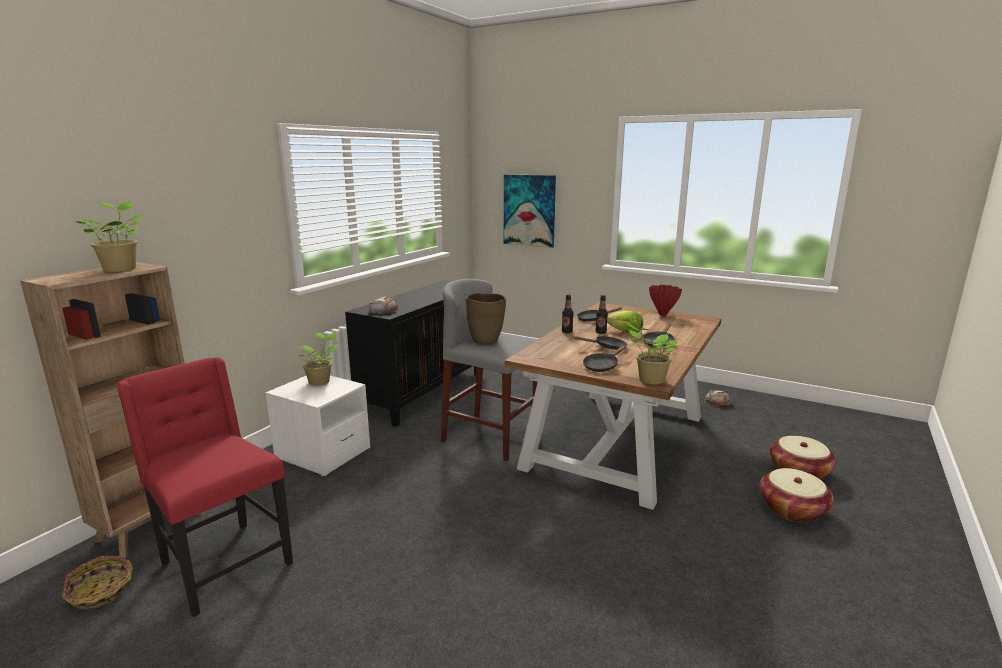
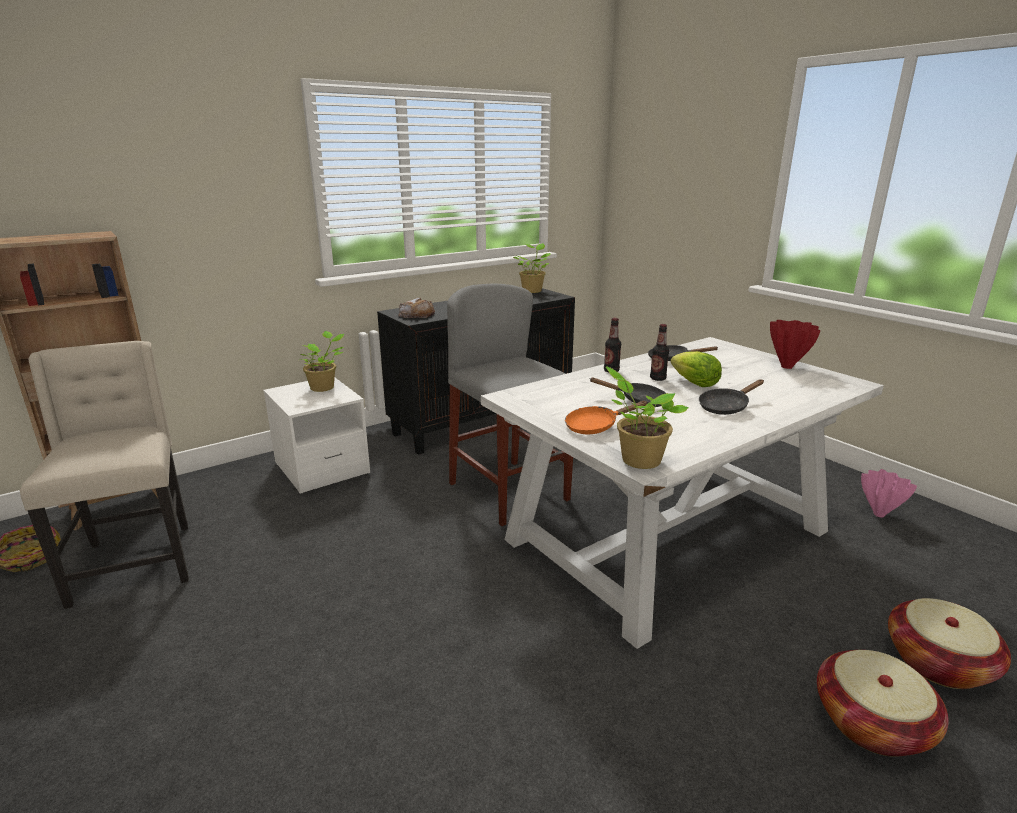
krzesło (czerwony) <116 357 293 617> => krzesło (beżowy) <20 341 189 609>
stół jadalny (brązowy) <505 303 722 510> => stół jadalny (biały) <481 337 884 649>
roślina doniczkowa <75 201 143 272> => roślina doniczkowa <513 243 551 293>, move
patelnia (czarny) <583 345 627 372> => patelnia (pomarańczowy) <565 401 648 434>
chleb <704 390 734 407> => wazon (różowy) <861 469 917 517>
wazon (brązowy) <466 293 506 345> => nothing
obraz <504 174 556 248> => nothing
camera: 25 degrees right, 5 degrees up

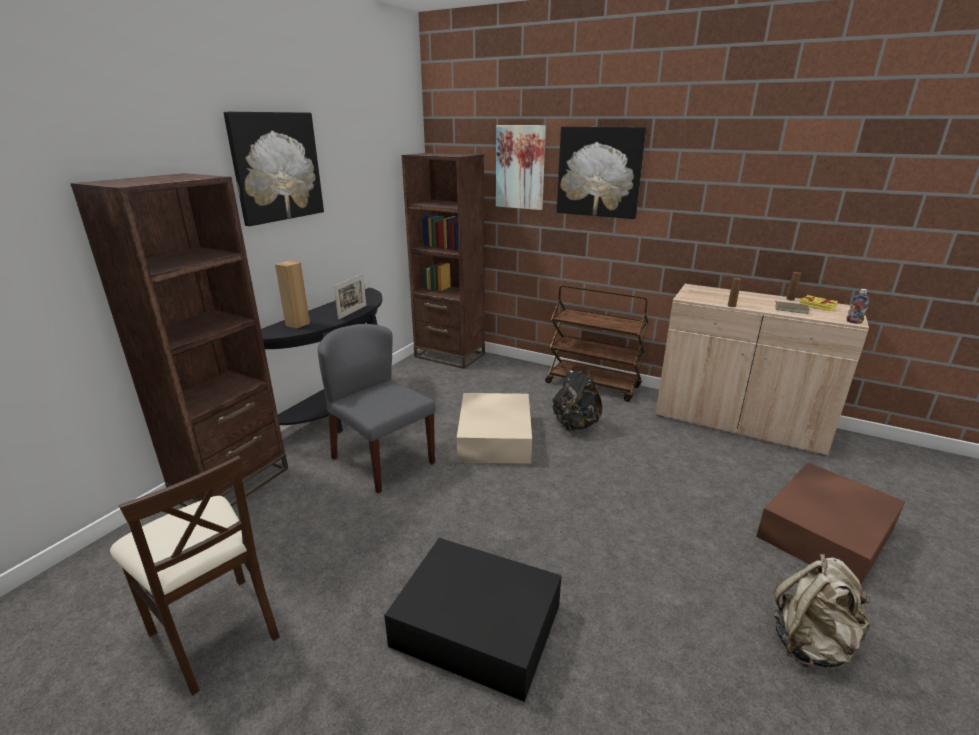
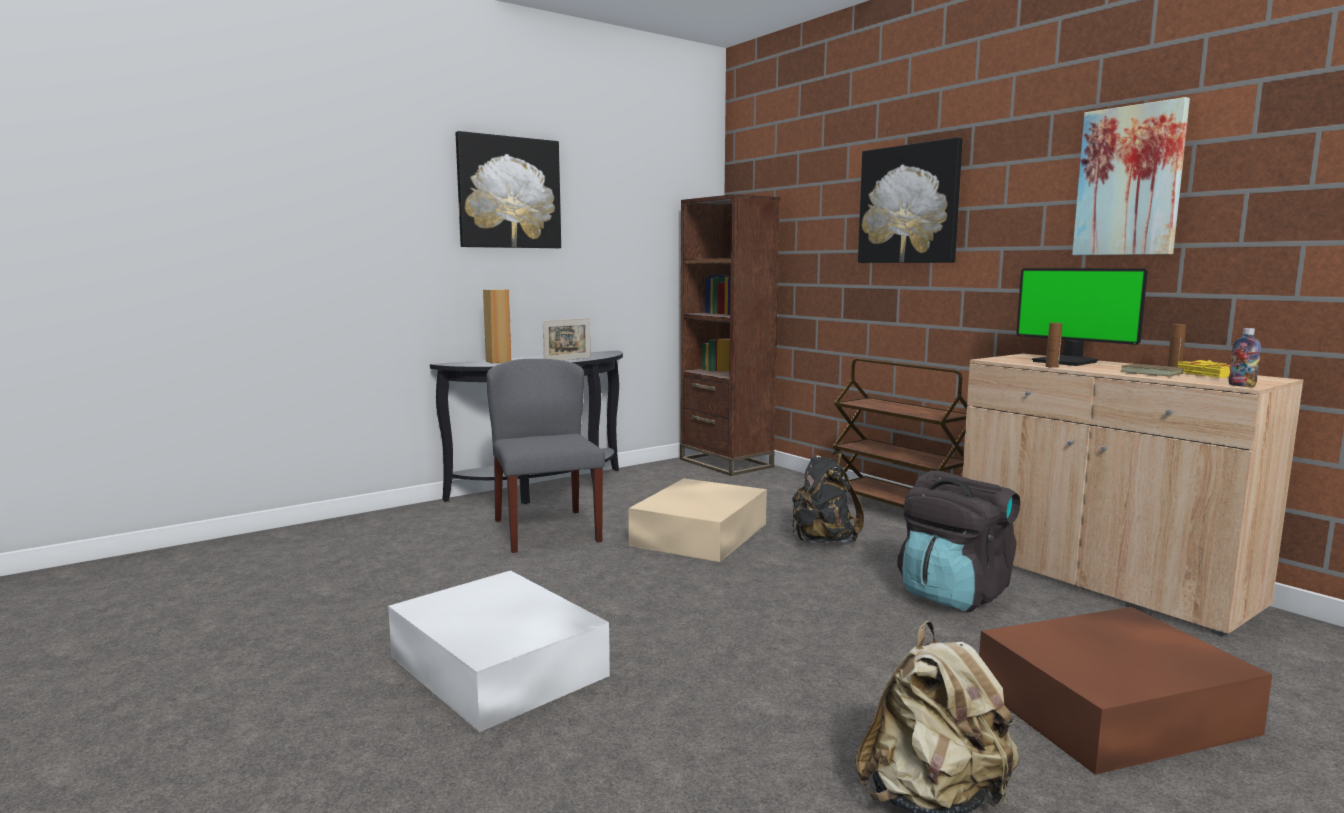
pojemnik do przechowywania (czarny) <384 538 562 702> => pojemnik do przechowywania (biały) <388 570 610 732>
nothing => plecak (czarny) <897 470 1020 612>
nothing => monitor <1016 268 1148 366>
obraz <496 125 546 210> => obraz <1072 97 1190 255>, move
regał (brązowy) <70 173 288 507> => nothing
krzesło (beżowy) <110 455 280 696> => nothing
camera: 25 degrees right, 15 degrees down

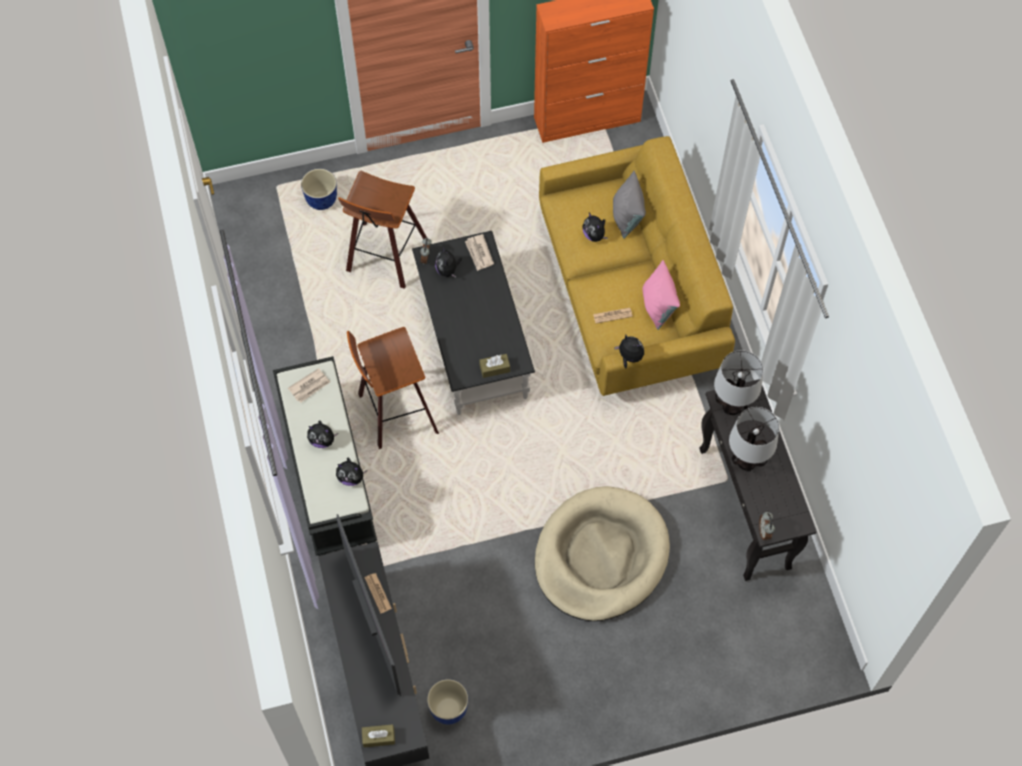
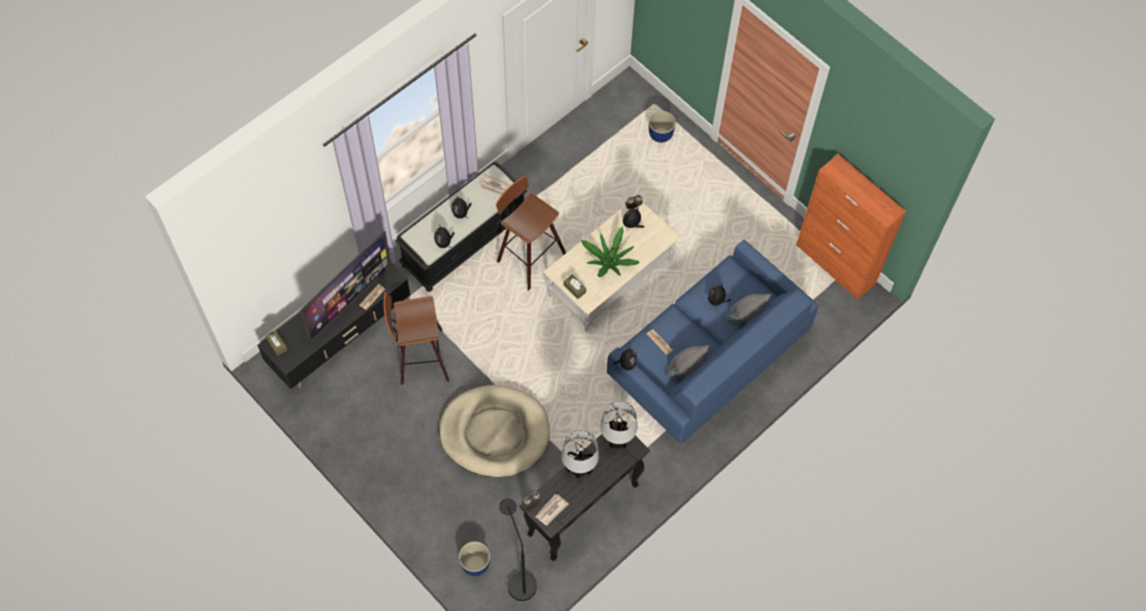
stołek <338 171 427 289> => stołek <384 292 449 385>, move
donica <427 679 468 725> => donica <459 541 490 576>, move
nothing => lampa stojąca (czarny) <499 498 537 601>
gazeta <465 234 494 271> => gazeta <535 494 569 525>, move
ława (czarny) <412 231 535 415> => ława (beżowy) <543 202 681 332>
nothing => roślina doniczkowa <581 226 640 277>
kanapa (żółty) <539 136 735 396> => kanapa (niebieski) <607 240 818 444>
poduszka (różowy) <642 260 680 330> => poduszka (szary) <666 345 709 377>
camera: 60 degrees right, 0 degrees up

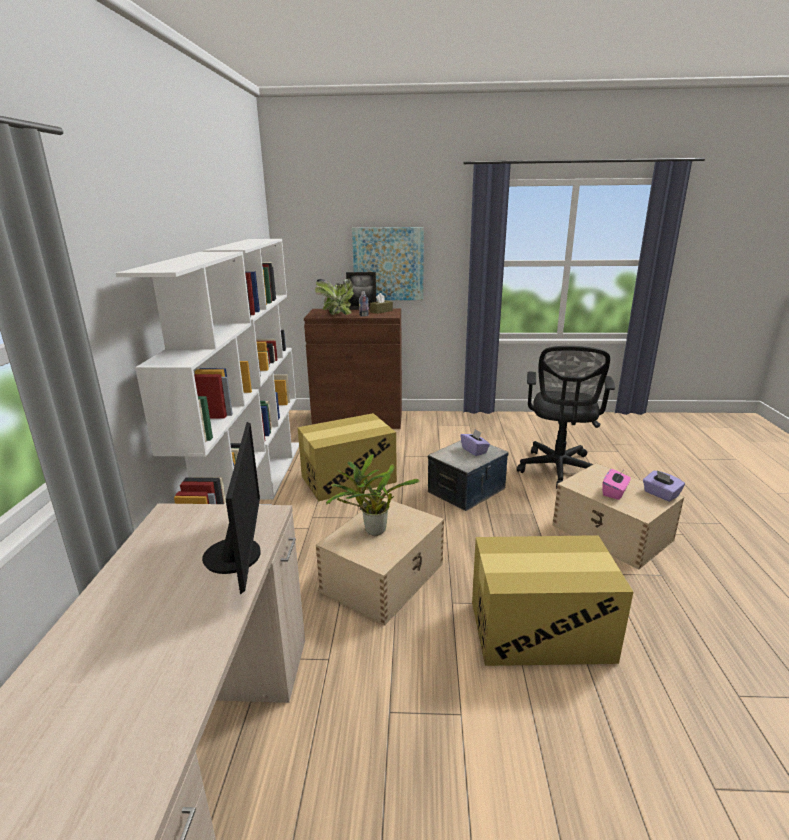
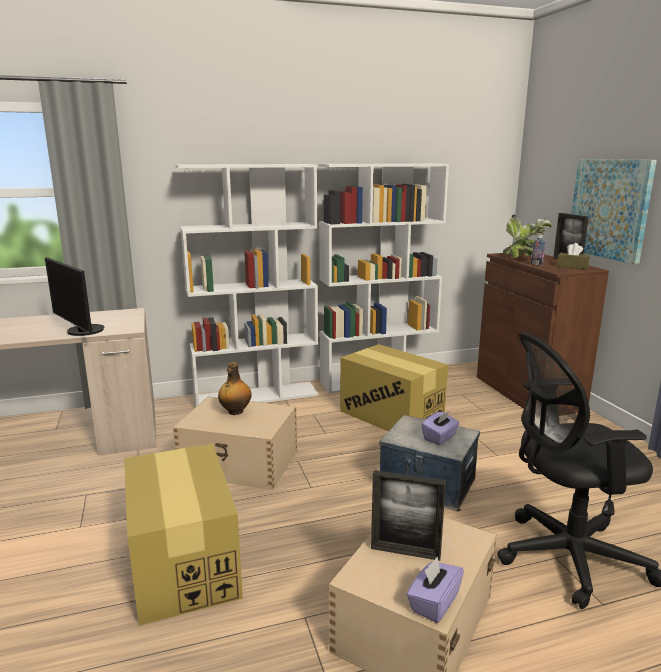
monitor <202 422 261 594> => monitor <45 257 104 336>, 75 degrees clockwise
roślina doniczkowa <326 454 420 536> => butelka <218 362 252 415>
pudełko chusteczek (różowy) <602 469 631 500> => ramka na zdjęcie <371 470 446 561>
camera: 70 degrees right, 5 degrees down

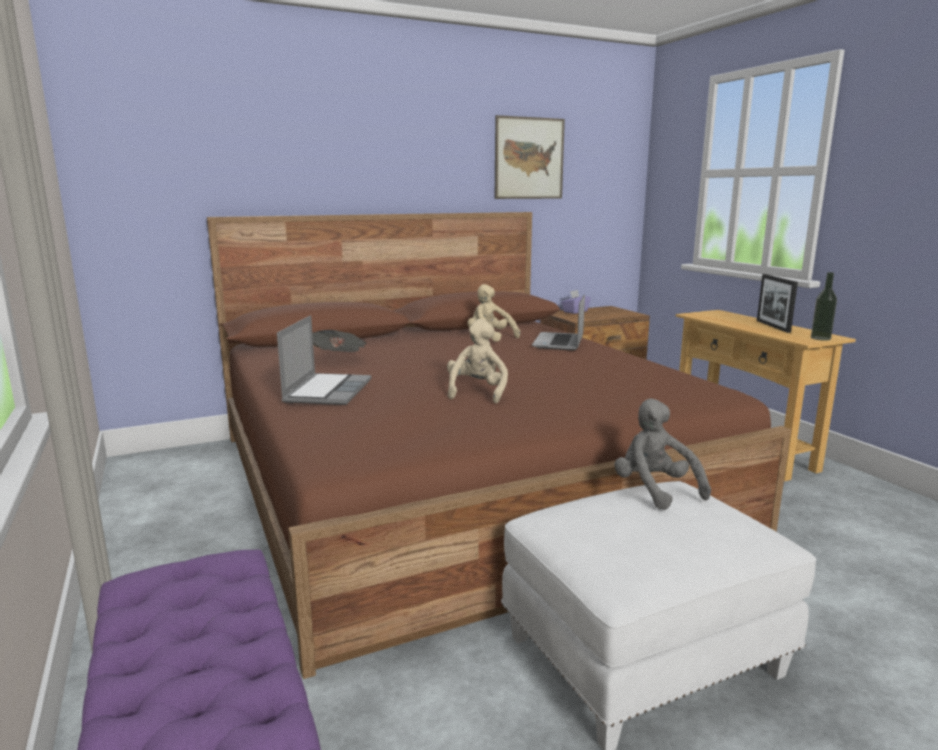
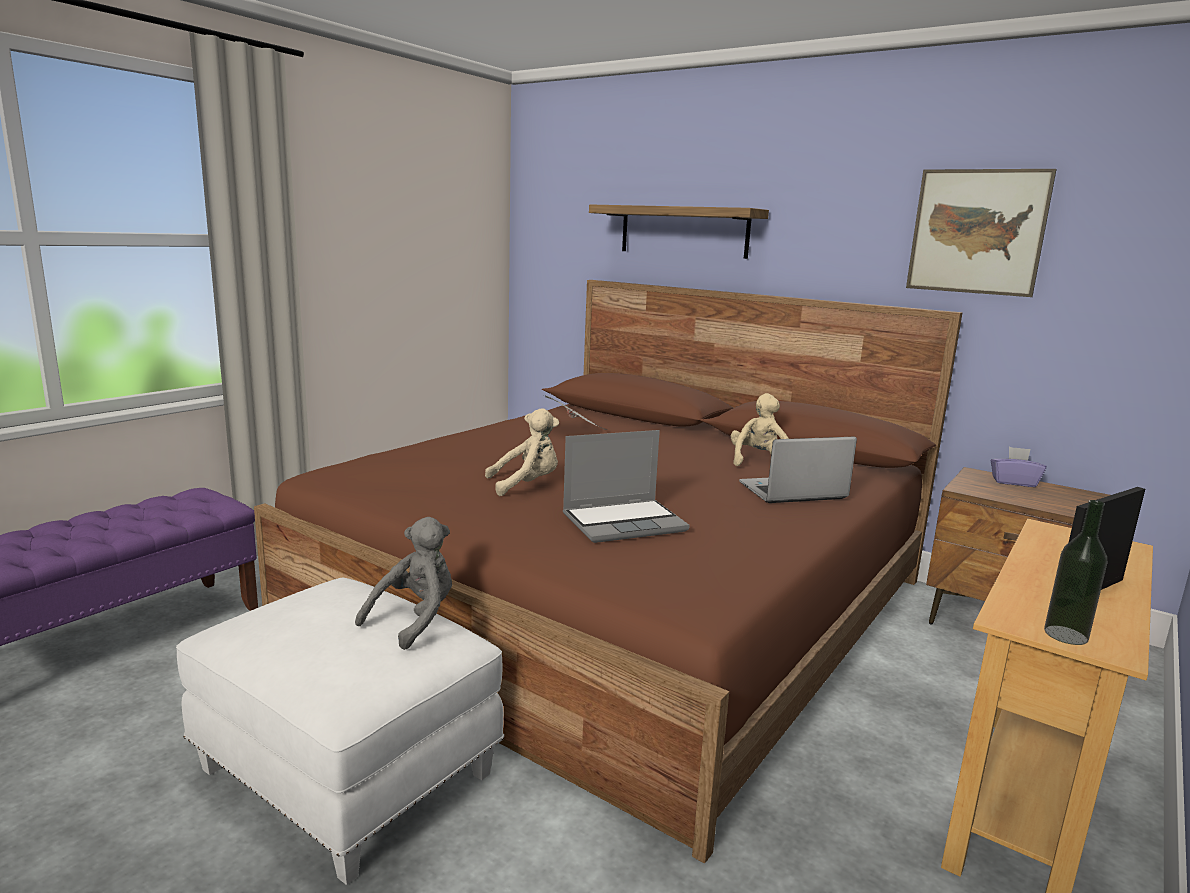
laptop <277 315 371 405> => laptop <563 430 690 543>, move
nothing => półka <589 204 769 259>
camera: 60 degrees right, 0 degrees up

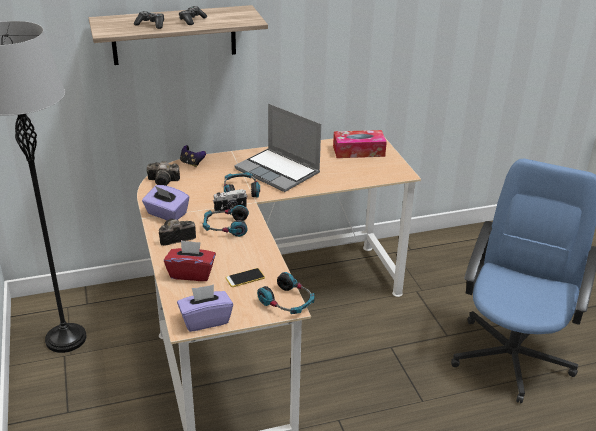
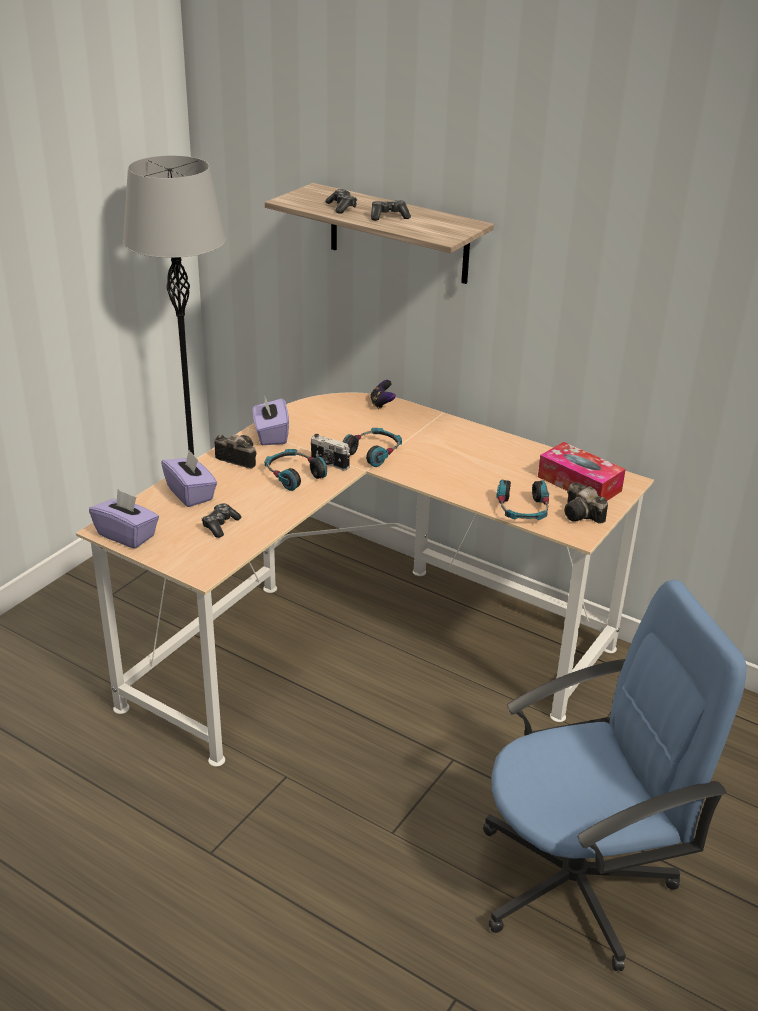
pudełko chusteczek (czerwony) <164 240 216 281> => pudełko chusteczek (fioletowy) <161 450 217 507>
telefon <225 268 265 287> => pad do gier <202 503 241 538>
słuchawki <257 272 315 314> => słuchawki <496 479 549 520>, move
aparat fotograficzny <147 161 180 186> => aparat fotograficzny <564 483 608 524>, move
laptop <234 104 321 192> => nothing
camera: 50 degrees right, 0 degrees up

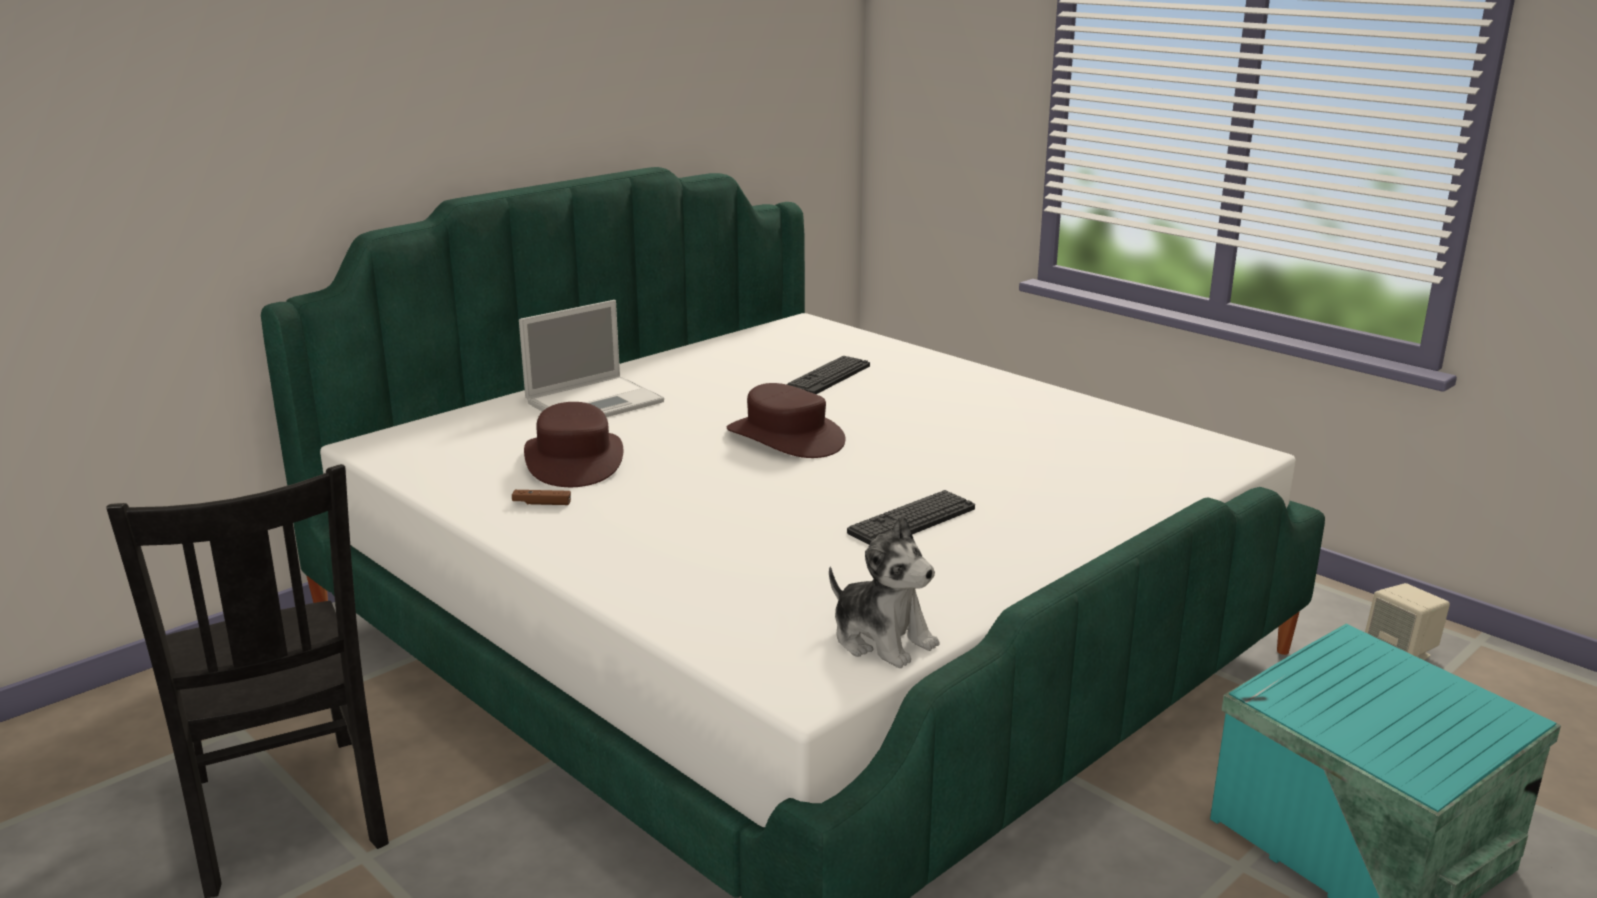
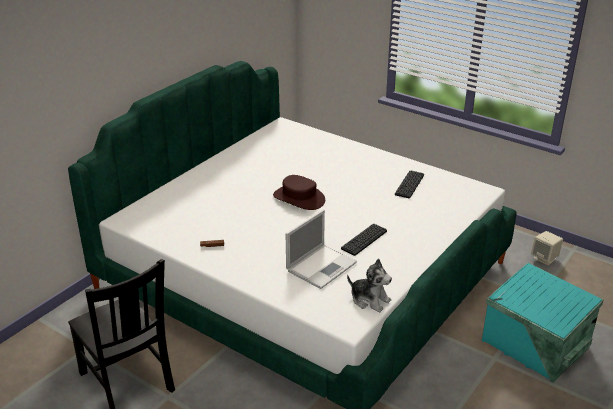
laptop <519 300 664 417> => laptop <286 210 357 289>, move
klawiatura <786 356 870 394> => klawiatura <395 170 424 198>, move
kapelusz (brązowy) <524 402 623 487> => nothing
camera: 10 degrees left, 10 degrees up

